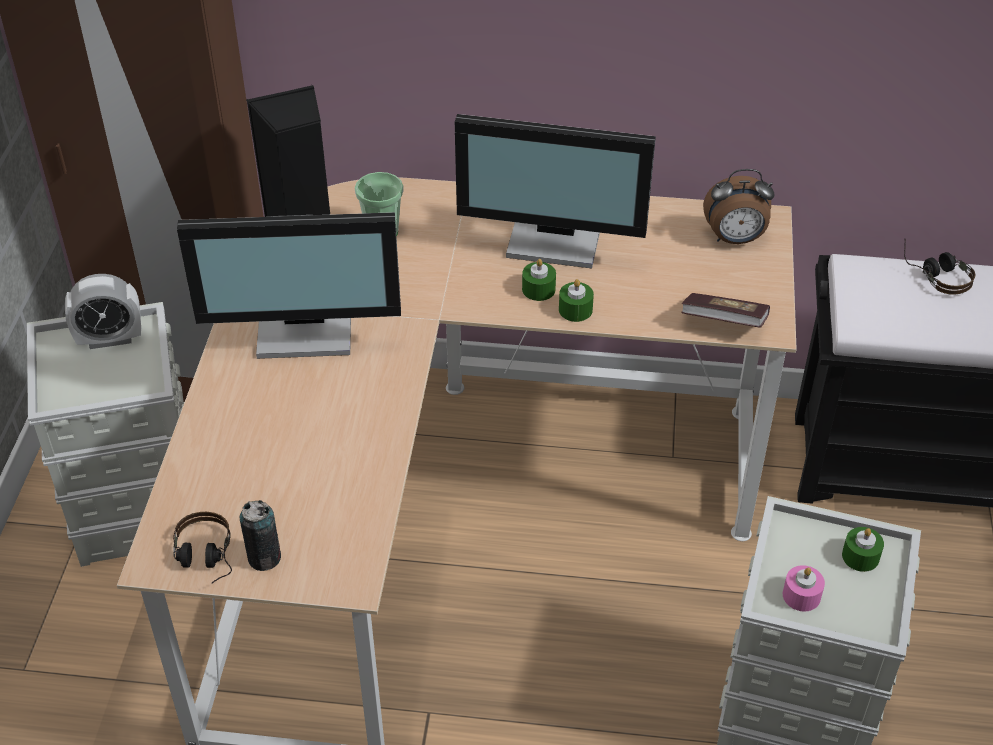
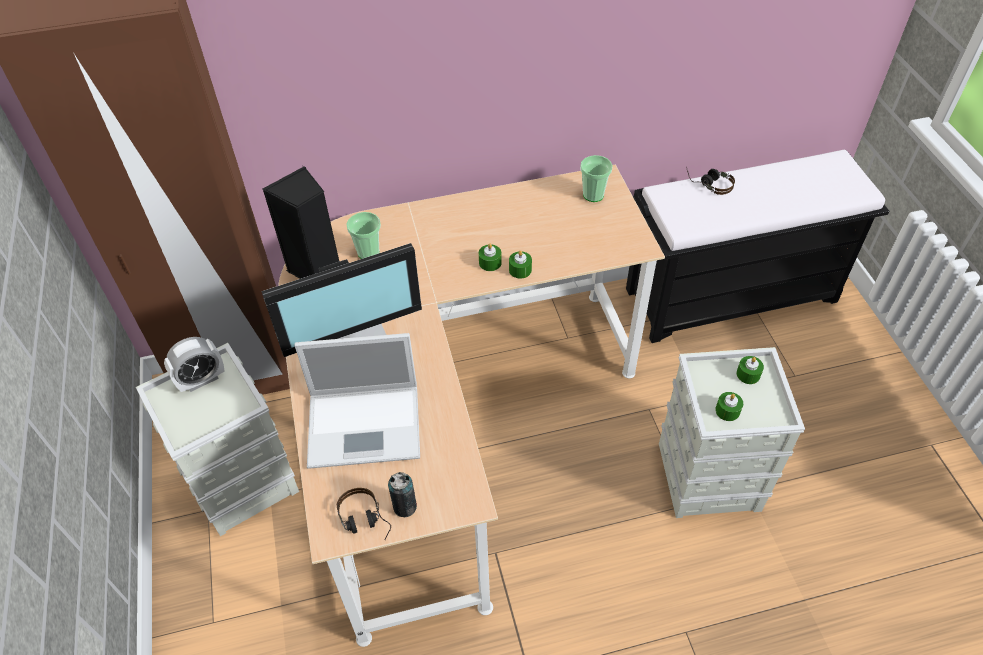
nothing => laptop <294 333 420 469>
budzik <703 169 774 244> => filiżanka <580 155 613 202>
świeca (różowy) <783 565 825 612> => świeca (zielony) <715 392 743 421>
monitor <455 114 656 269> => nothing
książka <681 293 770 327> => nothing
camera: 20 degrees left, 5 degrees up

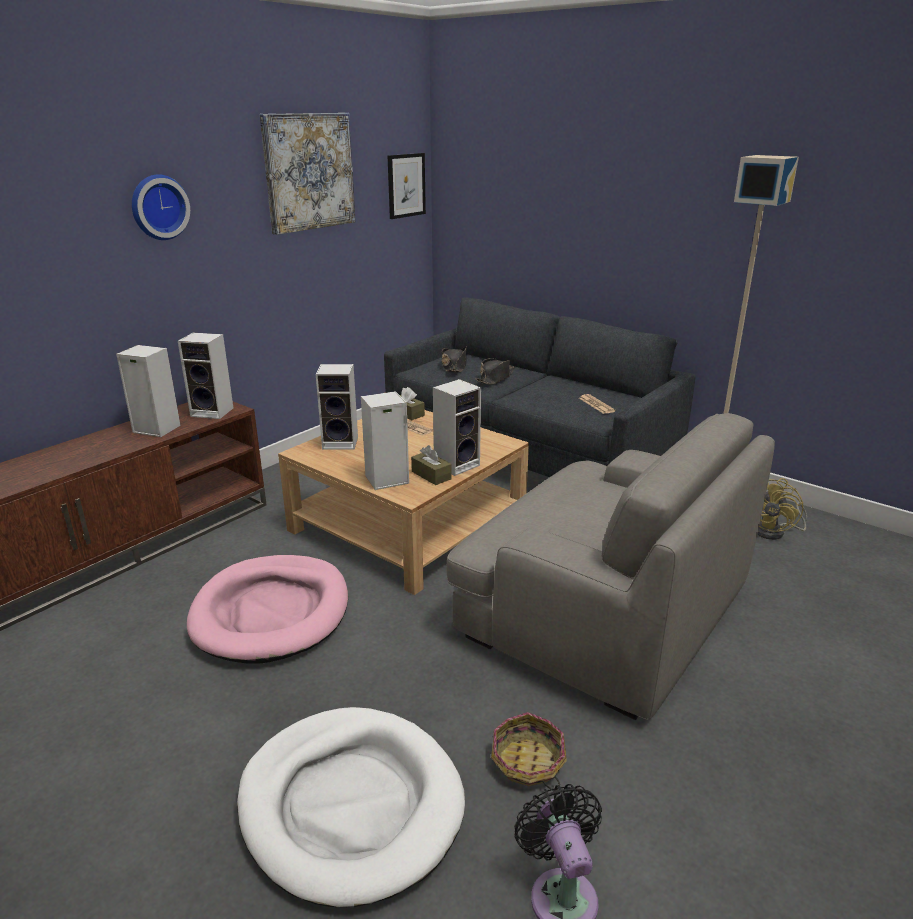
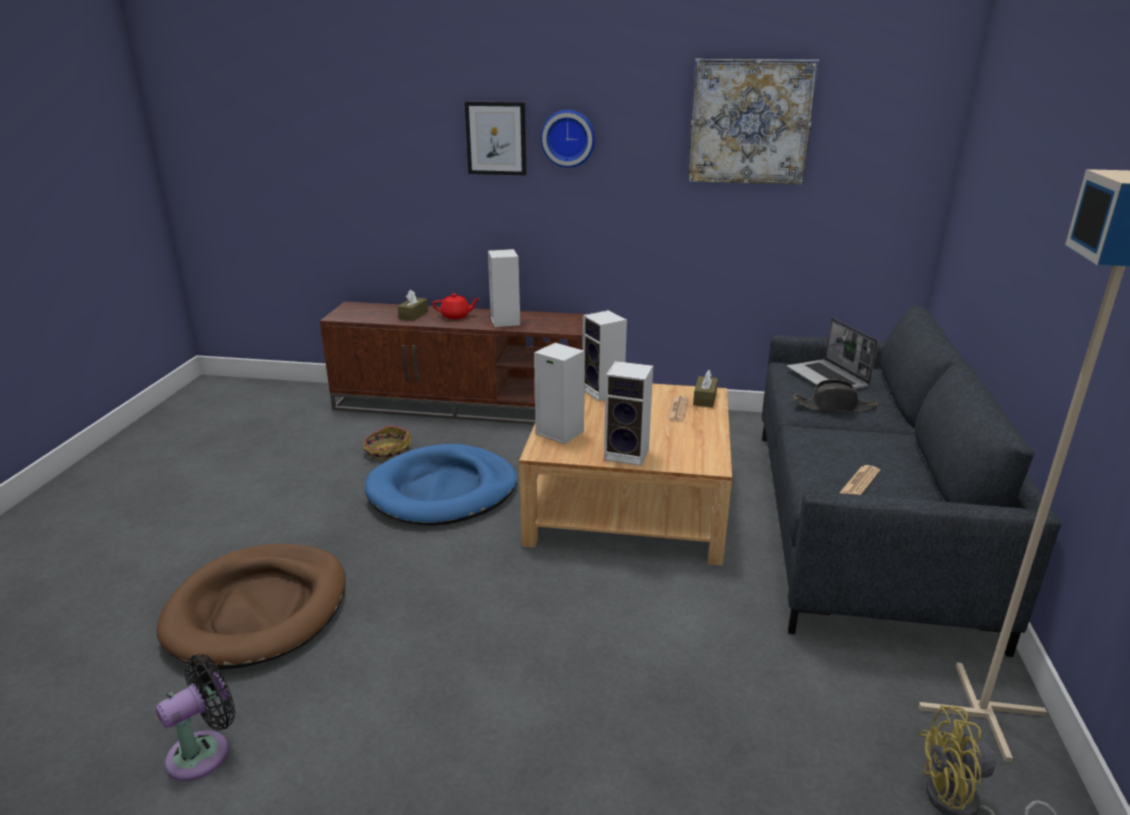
legowisko (biały) <237 707 465 908> => legowisko (brązowy) <157 544 345 670>
koszyk <491 712 567 791> => koszyk <363 425 412 461>, move
legowisko (różowy) <187 555 348 664> => legowisko (niebieski) <365 444 517 526>
pudełko chusteczek (brązowy) <411 445 452 485> => pudełko chusteczek (brązowy) <397 289 428 321>, move
nothing => imbryk (czerwony) <432 293 480 319>
obraz <387 153 426 219> => obraz <465 101 526 176>, move
kapelusz (czarny) <442 347 467 372> => laptop <787 318 878 389>
głośnik <178 333 233 419> => nothing
fotel (szary) <447 413 775 720> => nothing
camera: 60 degrees right, 0 degrees up

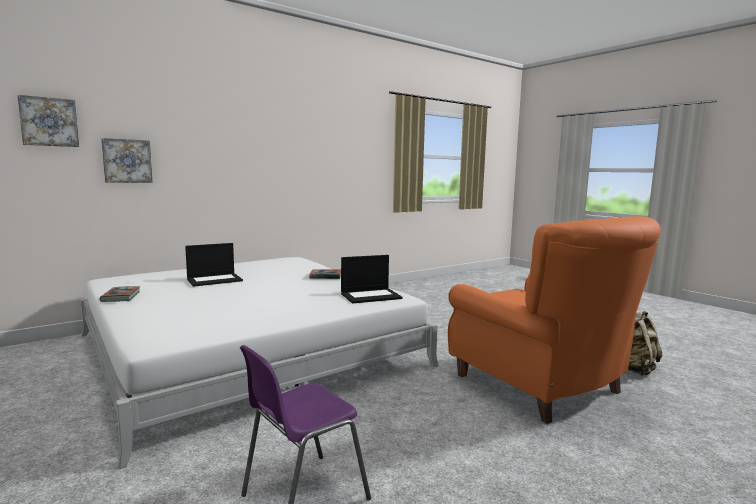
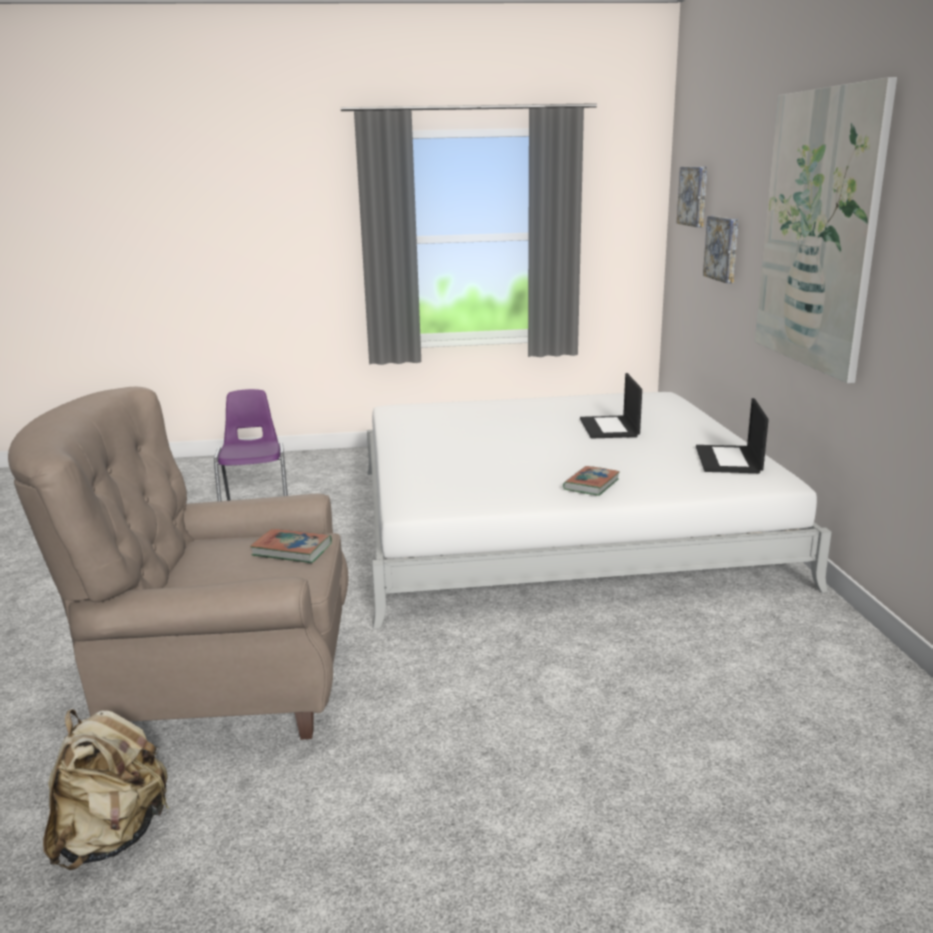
fotel (pomarańczowy) <448 216 661 424> => fotel (beżowy) <8 387 348 740>
książka <99 286 140 302> => książka <250 529 332 563>, move
laptop <341 255 403 304> => laptop <696 398 769 473>, move
nothing => obraz <755 77 897 383>
camera: 120 degrees right, 10 degrees up

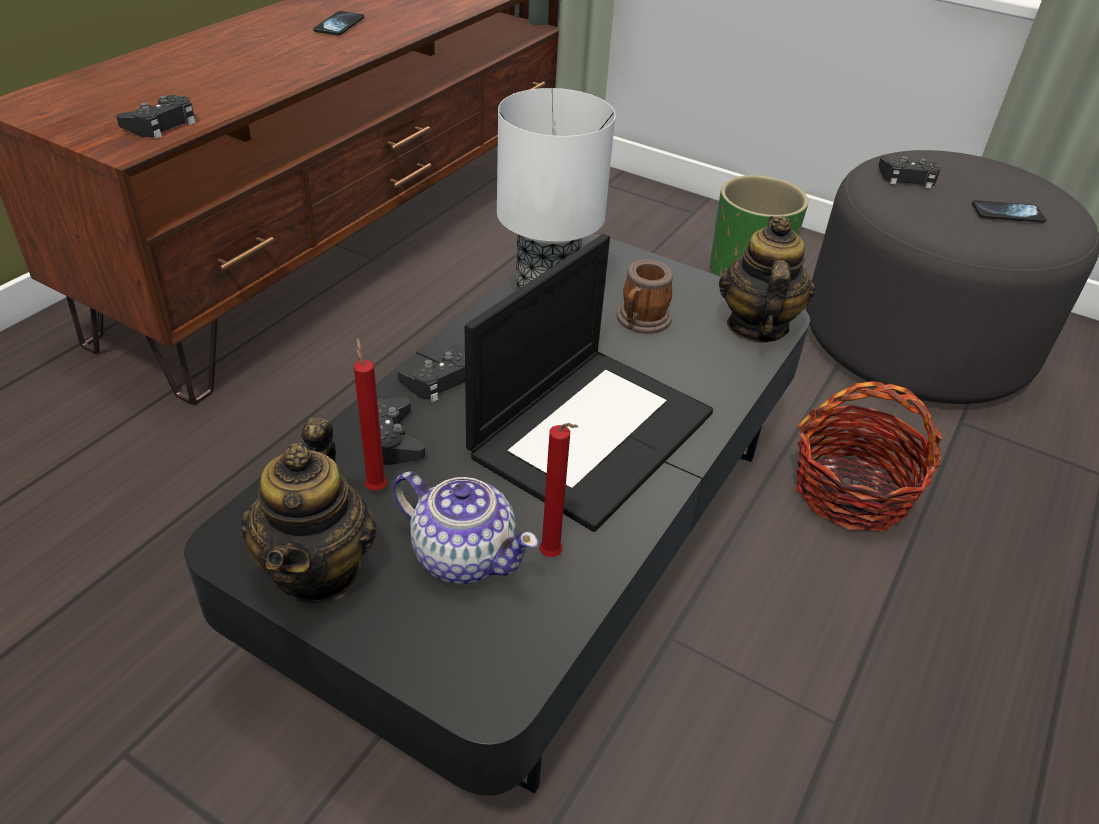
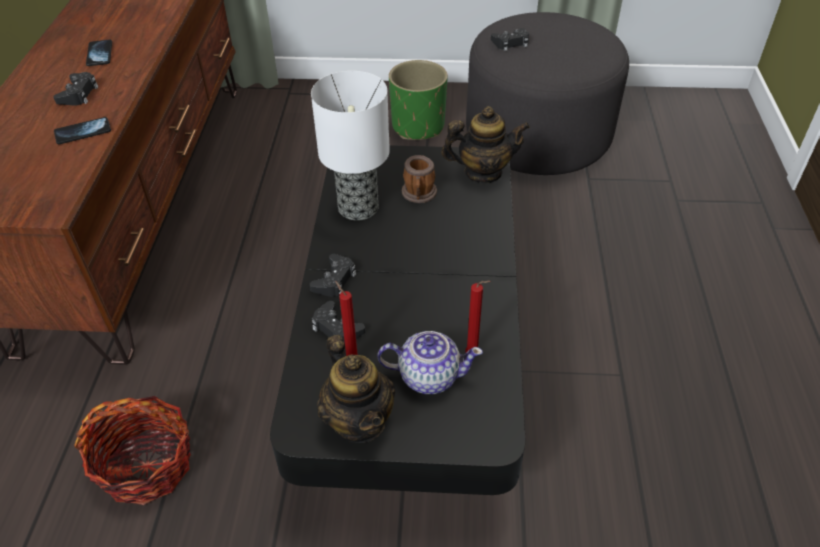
pad do gier (czarny) <116 95 196 139> => pad do gier (czarny) <53 72 99 106>, move
telefon <972 200 1047 223> => telefon <54 117 111 144>, move
koszyk <796 381 942 531> => koszyk <74 396 191 505>, move
imbryk <719 216 815 342> => imbryk <441 106 530 183>, 105 degrees clockwise
laptop <465 234 713 532> => nothing
camera: 25 degrees left, 5 degrees up

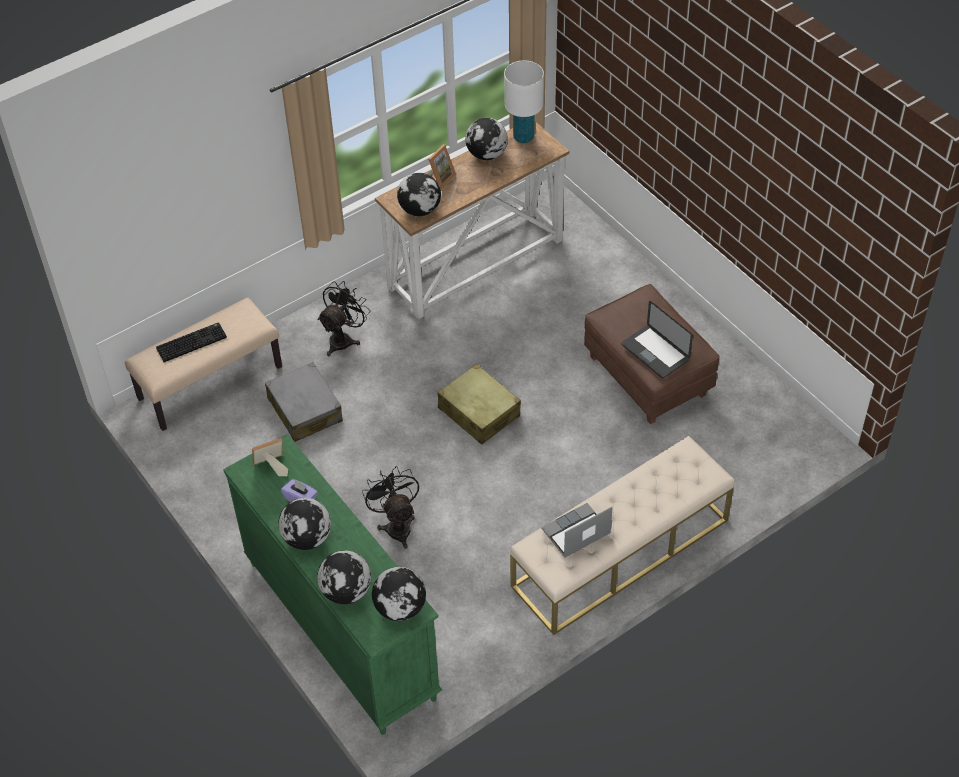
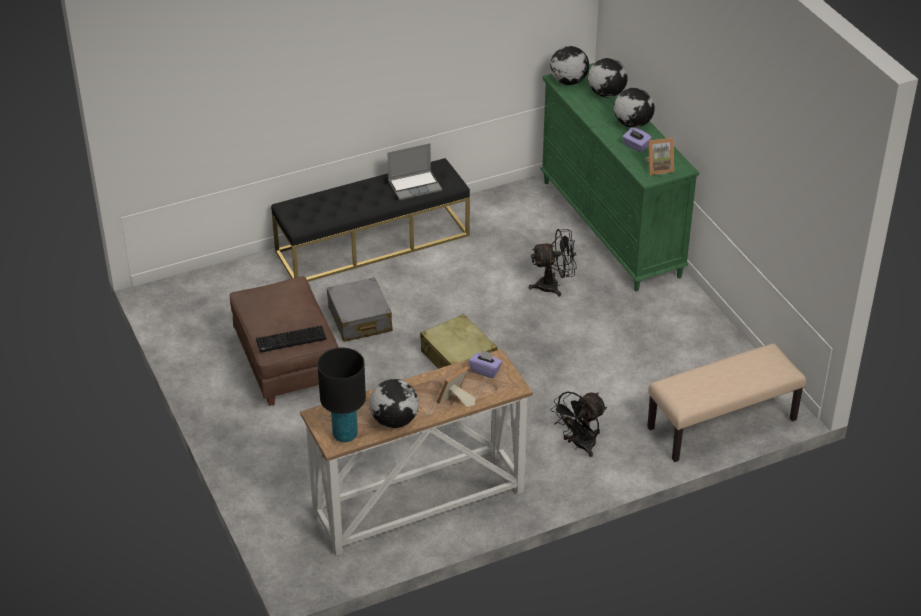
klawiatura <156 322 227 362> => klawiatura <256 326 326 353>, move
ławka (beżowy) <510 436 734 635> => ławka (czarny) <271 158 470 282>
lampa stołowa (biały) <504 60 544 143> => lampa stołowa (czarny) <317 348 366 442>
walizka (szary) <265 362 343 442> => walizka (szary) <327 277 393 342>, move
globus <397 173 441 216> => pudełko chusteczek (fioletowy) <469 350 502 378>
wentylator (czarny) <362 466 419 549> => wentylator (czarny) <529 229 577 297>, 90 degrees counterclockwise
laptop <621 301 693 378> => nothing
camera: 170 degrees left, 10 degrees down

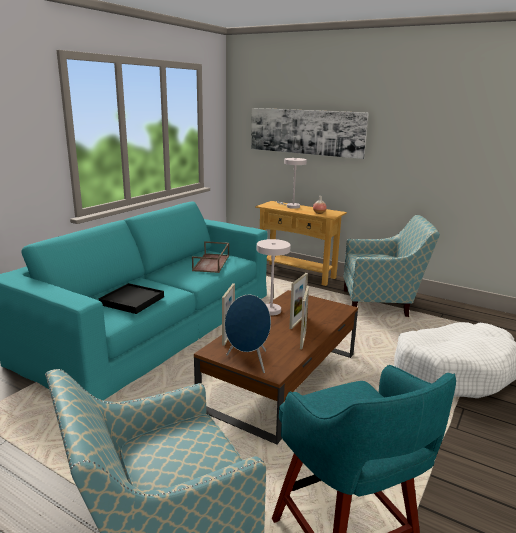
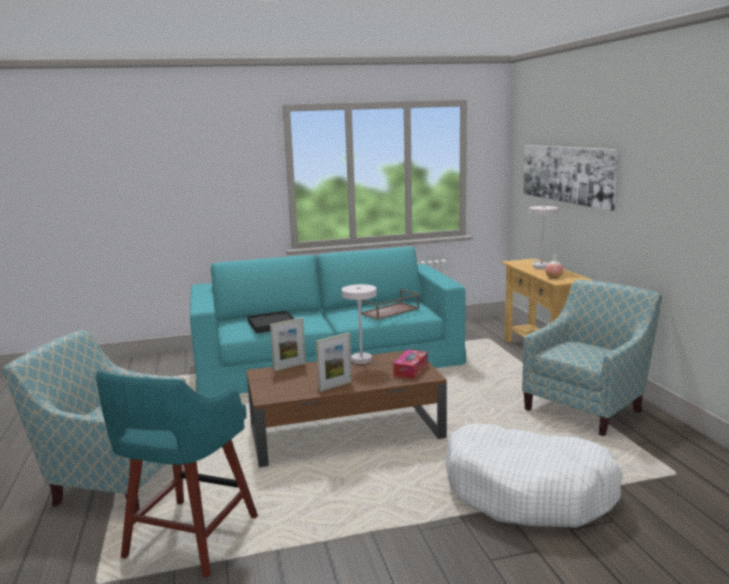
nothing => pudełko chusteczek <393 349 428 379>
fotel <344 215 440 317> => fotel <522 280 662 436>, 90 degrees counterclockwise
głośnik (niebieski) <225 295 271 373> => nothing
ramka na zdjęcie <289 273 308 329> => nothing
camera: 45 degrees right, 5 degrees down

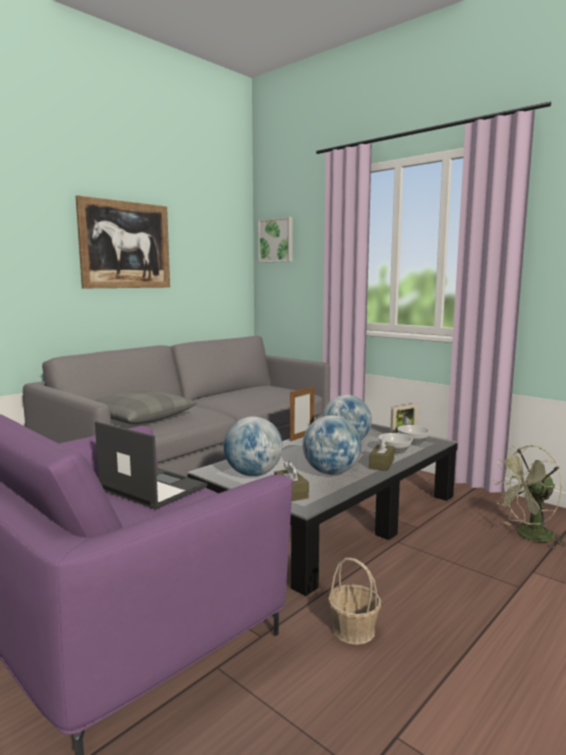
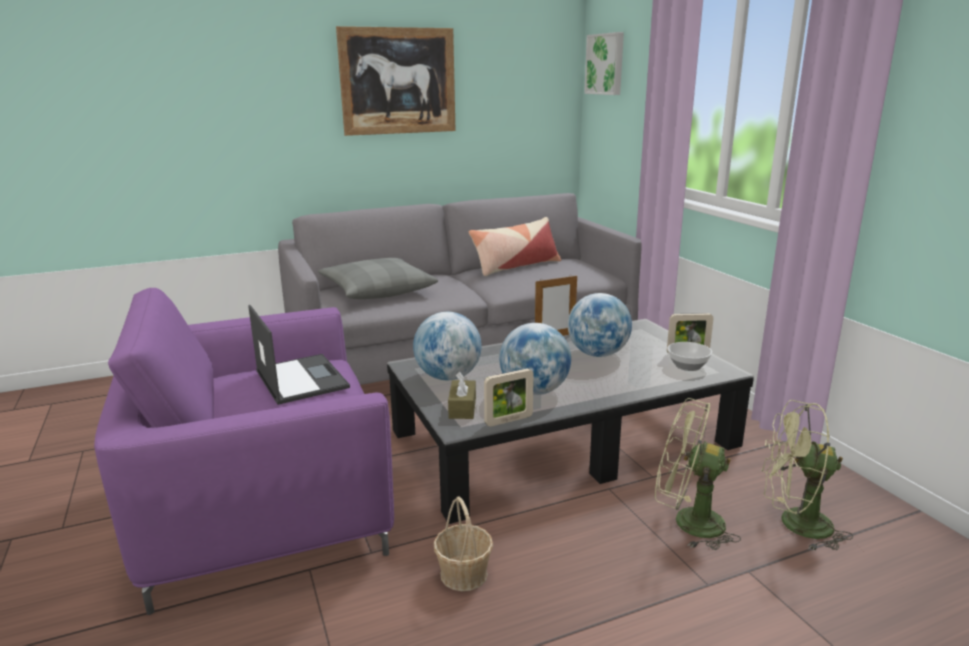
nothing => poduszka <469 217 561 276>
nothing => ramka na zdjęcie <484 368 534 427>
nothing => wentylator (zielony) <655 398 741 550>
pudełko chusteczek (brązowy) <369 436 395 471> => nothing
miska <378 433 413 454> => nothing
camera: 25 degrees right, 10 degrees up

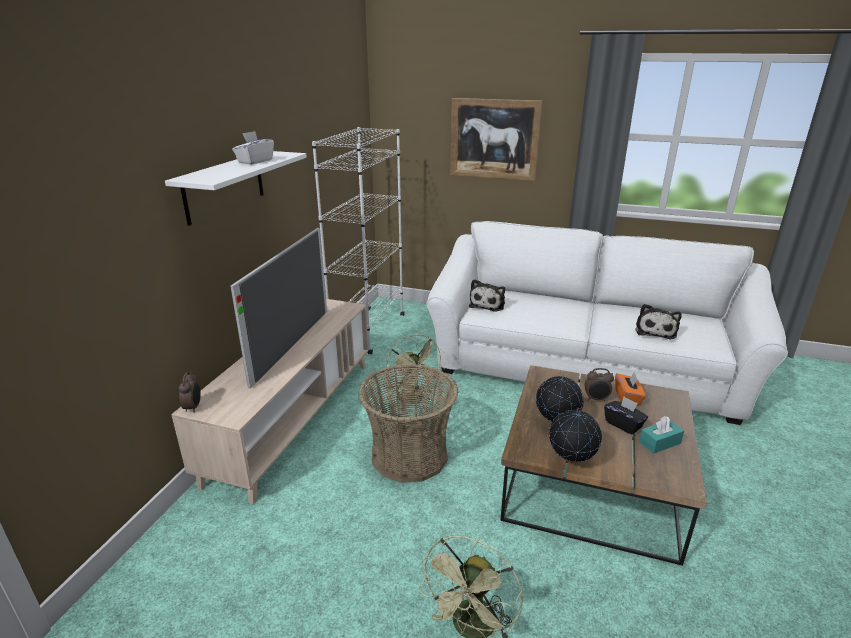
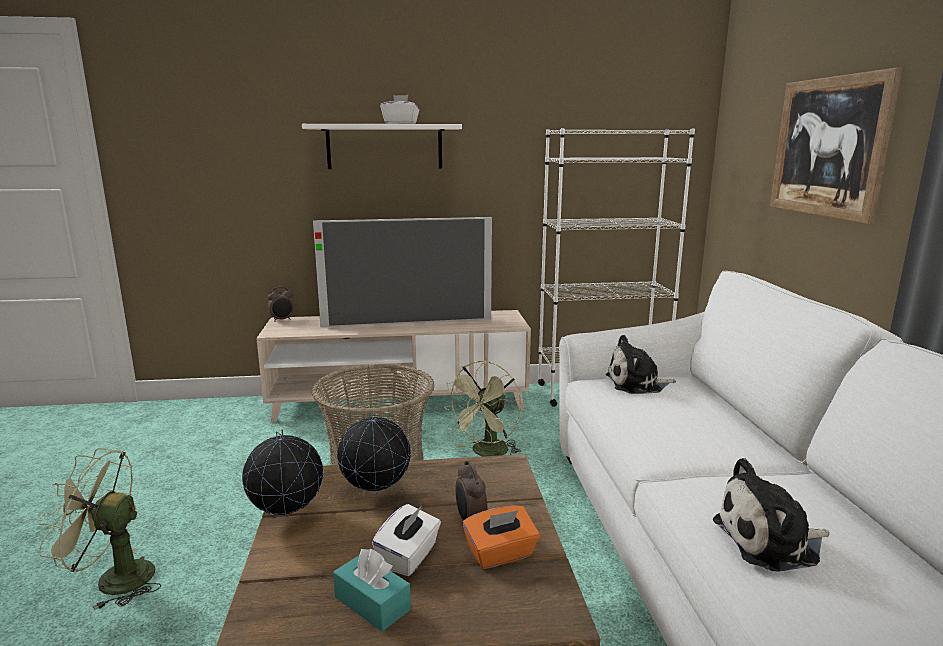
pudełko chusteczek (czarny) <604 397 648 435> => pudełko chusteczek (biały) <372 504 441 576>
camera: 65 degrees right, 10 degrees down

